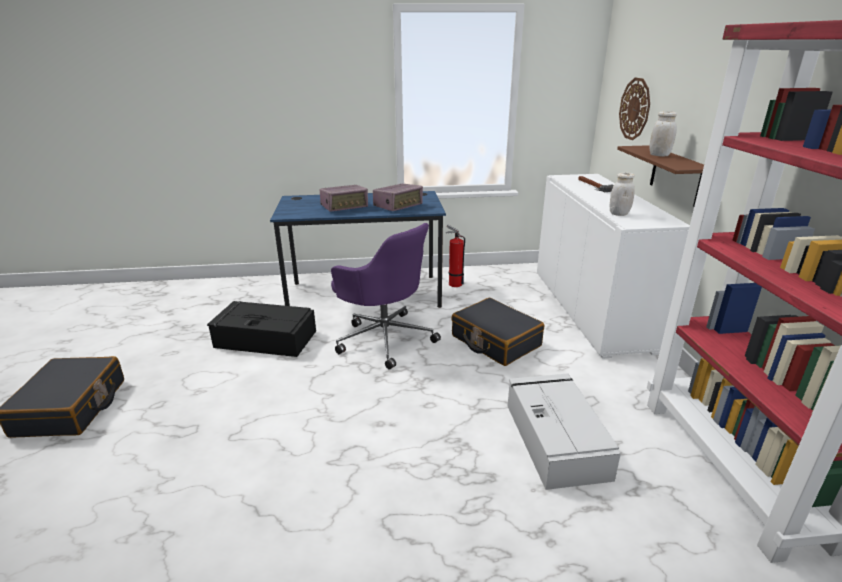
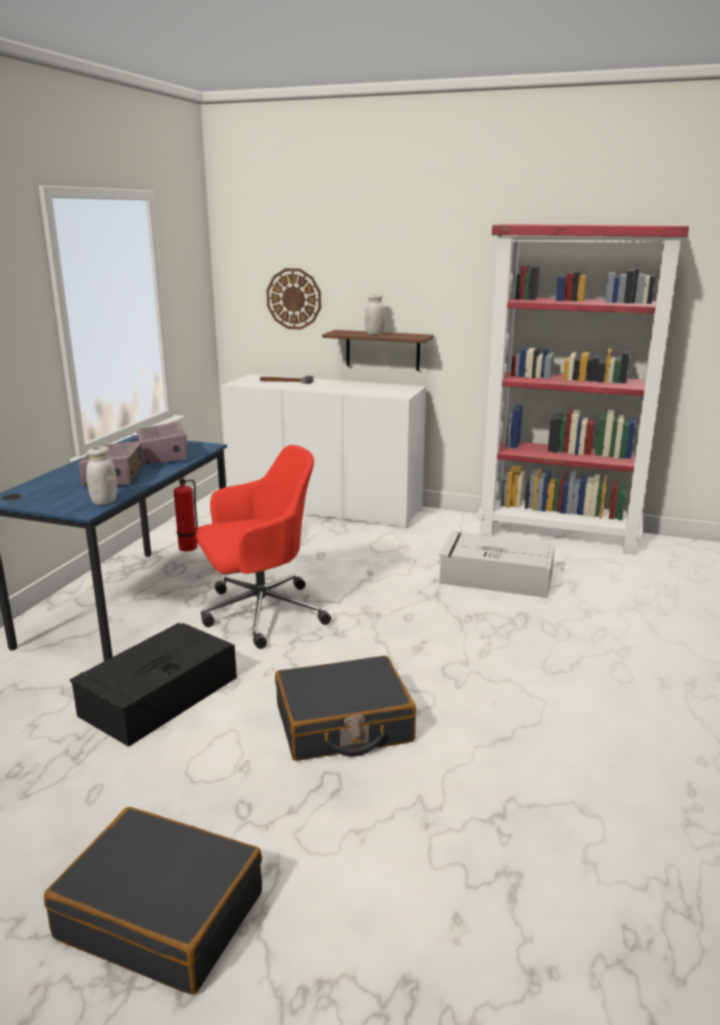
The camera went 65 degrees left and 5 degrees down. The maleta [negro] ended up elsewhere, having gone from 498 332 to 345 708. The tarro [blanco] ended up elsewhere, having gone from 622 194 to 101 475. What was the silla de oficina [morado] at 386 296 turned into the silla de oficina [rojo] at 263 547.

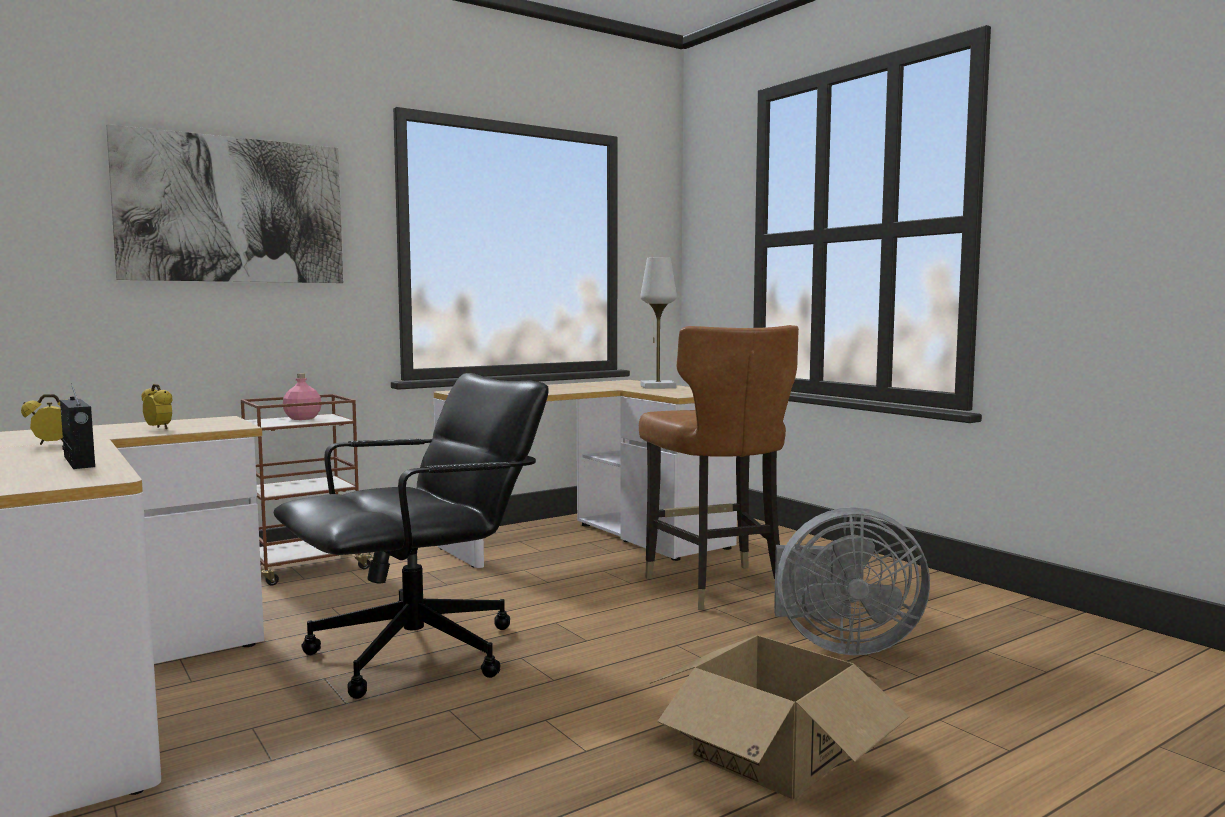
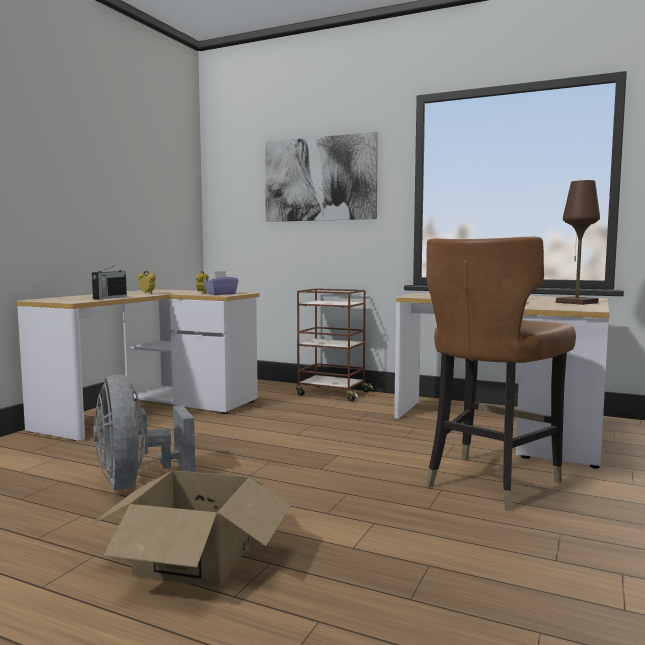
The camera went 60 degrees right and 0 degrees up. The second view lost the silla de oficina [negro] at 411 536. The second view lost the botella [rosa] at 302 396. The second view gained the caja de pañuelos [morado] at 221 283. The ventilador [gris] ended up elsewhere, having gone from 852 581 to 144 432. What was the lámpara de mesa [blanco] at 658 323 turned into the lámpara de mesa [marrón] at 578 242.

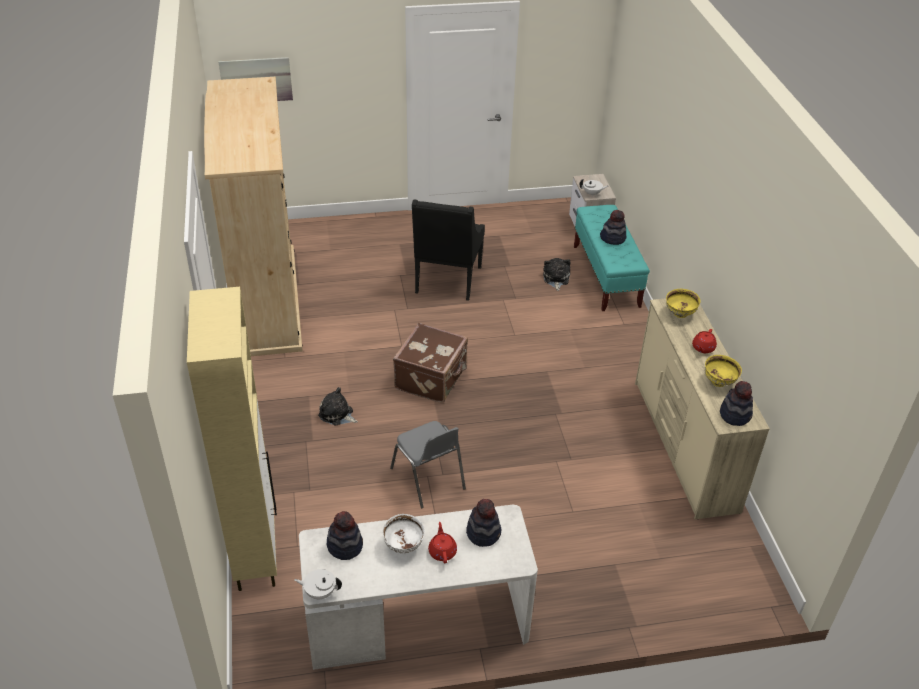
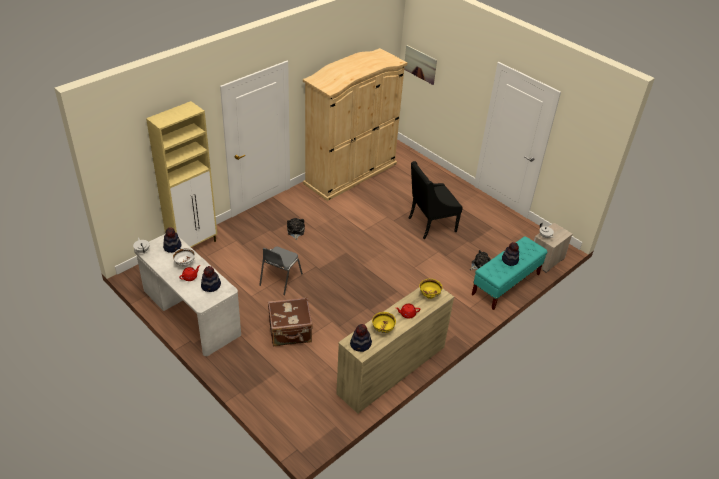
The camera went 55 degrees right and 0 degrees up. The maleta [marrón] ended up elsewhere, having gone from 430 363 to 290 321.

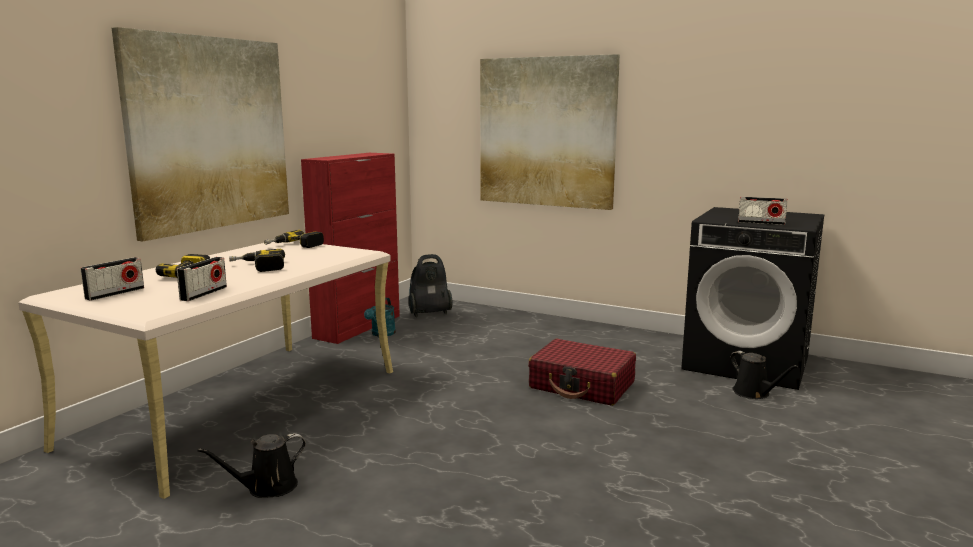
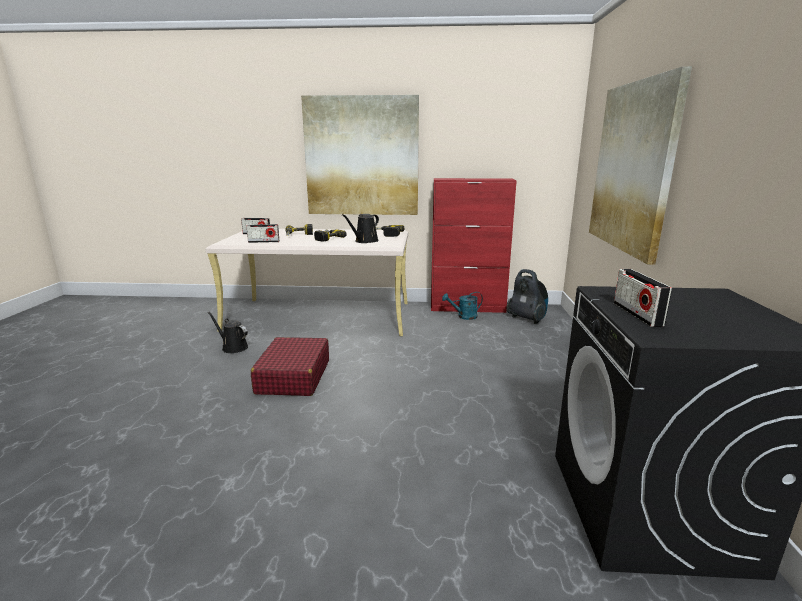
The camera went 65 degrees right and 5 degrees up. The maleta [rojo] ended up elsewhere, having gone from 582 372 to 290 366. The regadera [negro] ended up elsewhere, having gone from 764 375 to 360 228.

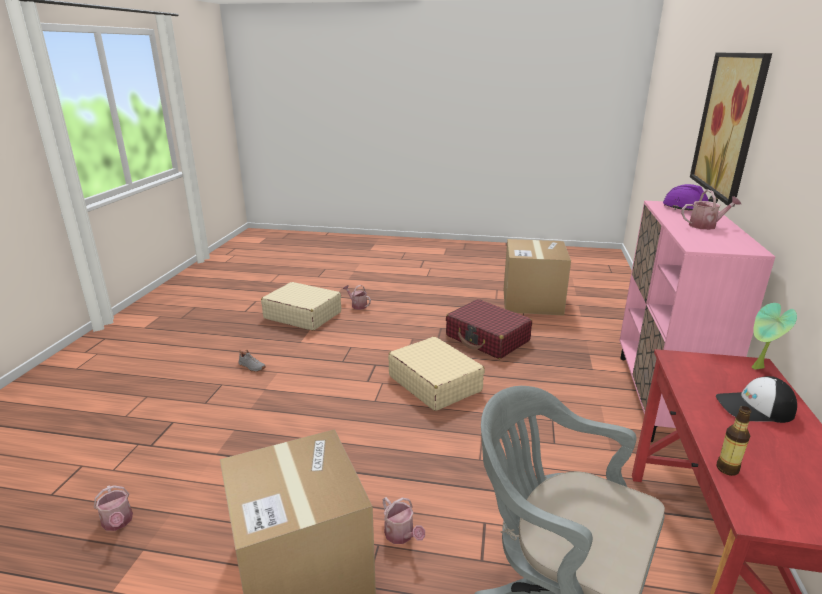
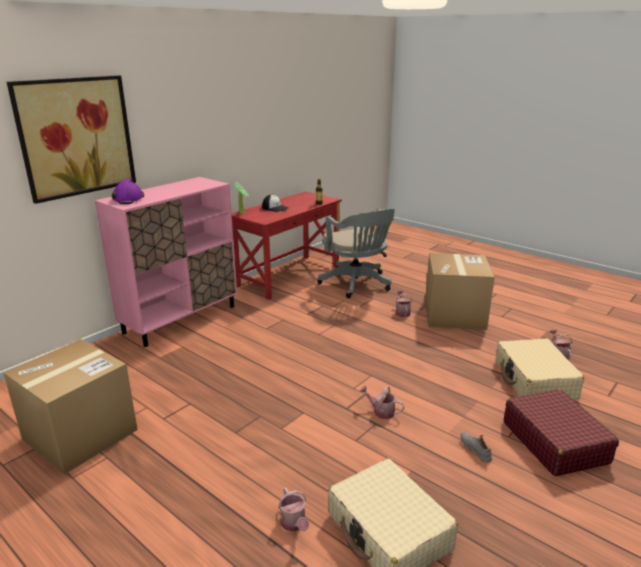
The camera went 150 degrees left and 0 degrees up. The maleta [beis] ended up elsewhere, having gone from 436 374 to 540 369. The maleta [rojo] ended up elsewhere, having gone from 489 329 to 561 432. The regadera ended up elsewhere, having gone from 711 209 to 382 402.

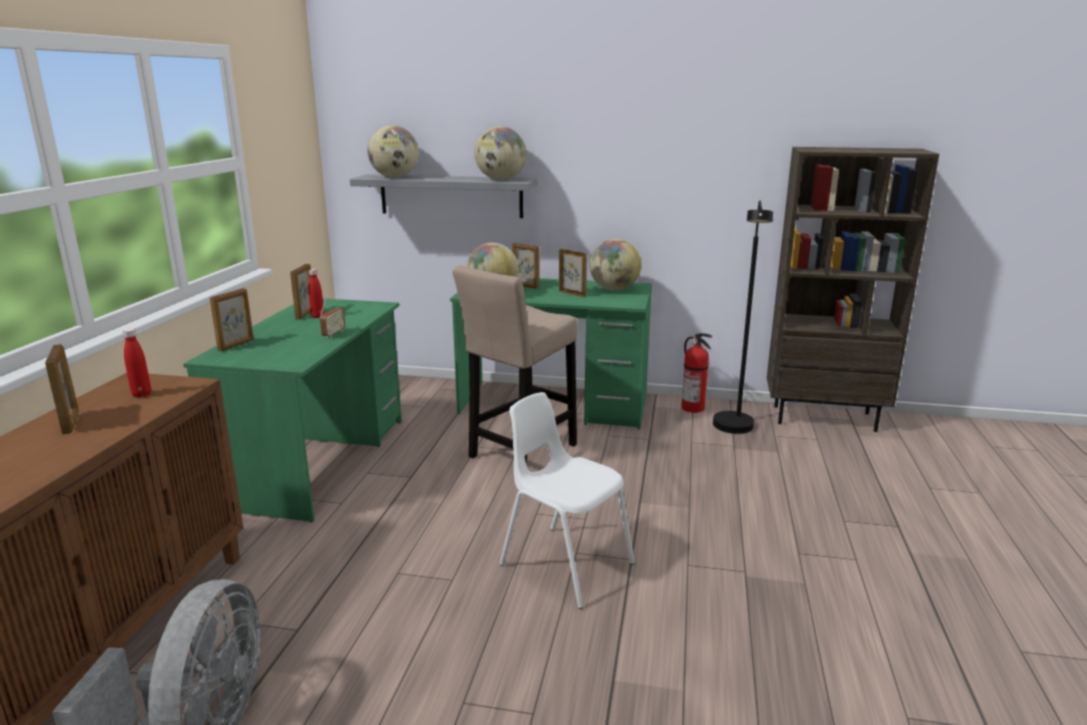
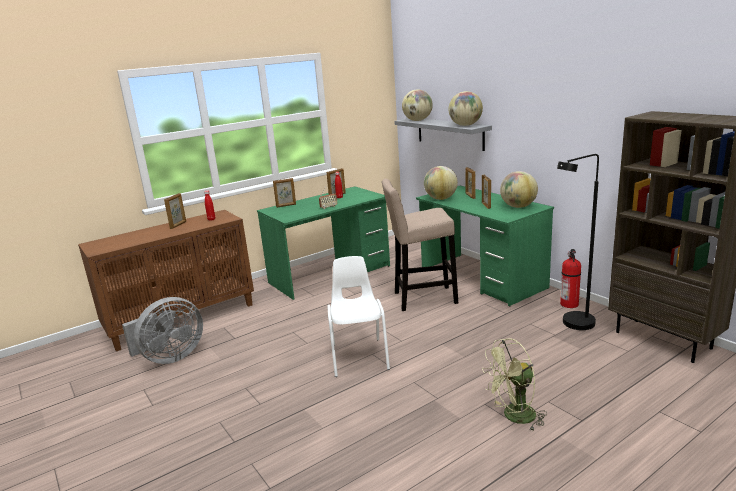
The camera went 45 degrees right and 0 degrees up. The second view gained the ventilador [verde] at 514 384.

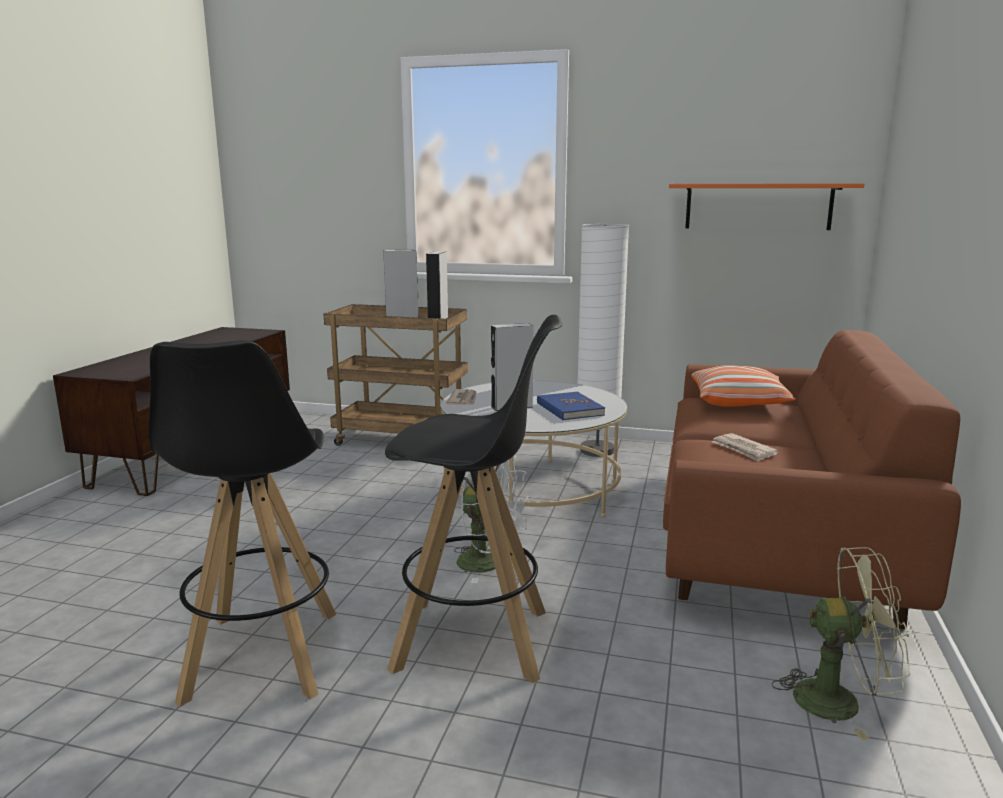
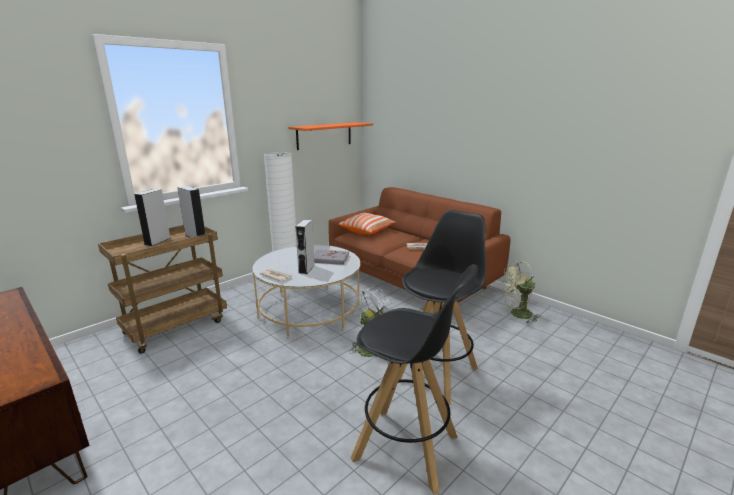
The camera went 60 degrees left and 5 degrees up. What was the libro [azul] at 571 406 turned into the libro [gris] at 331 257. The ventilador [verde] at 841 643 ended up facing another way, 135 degrees counterclockwise from before.

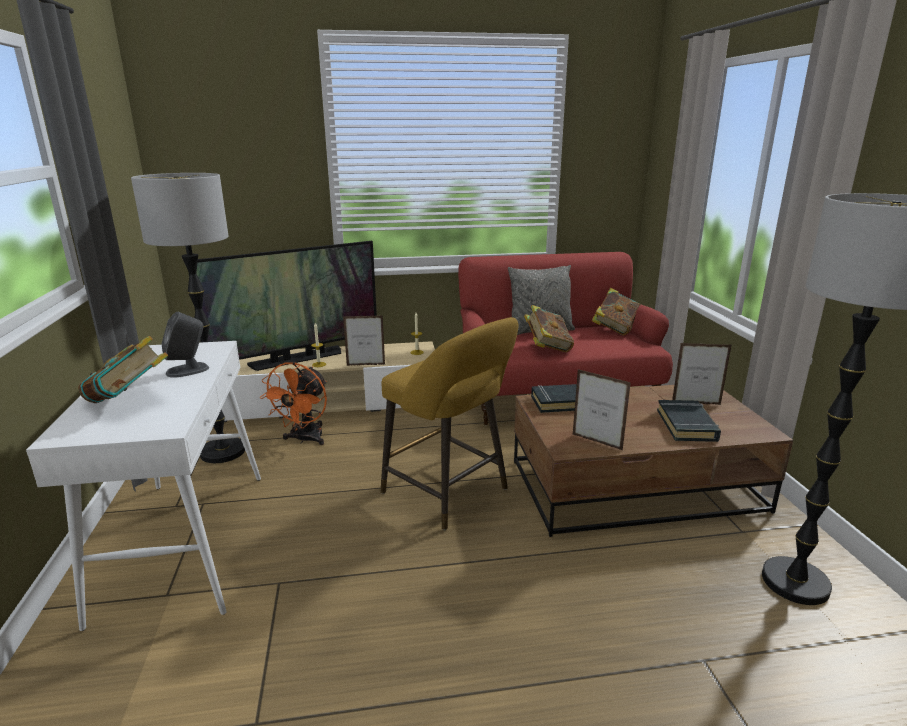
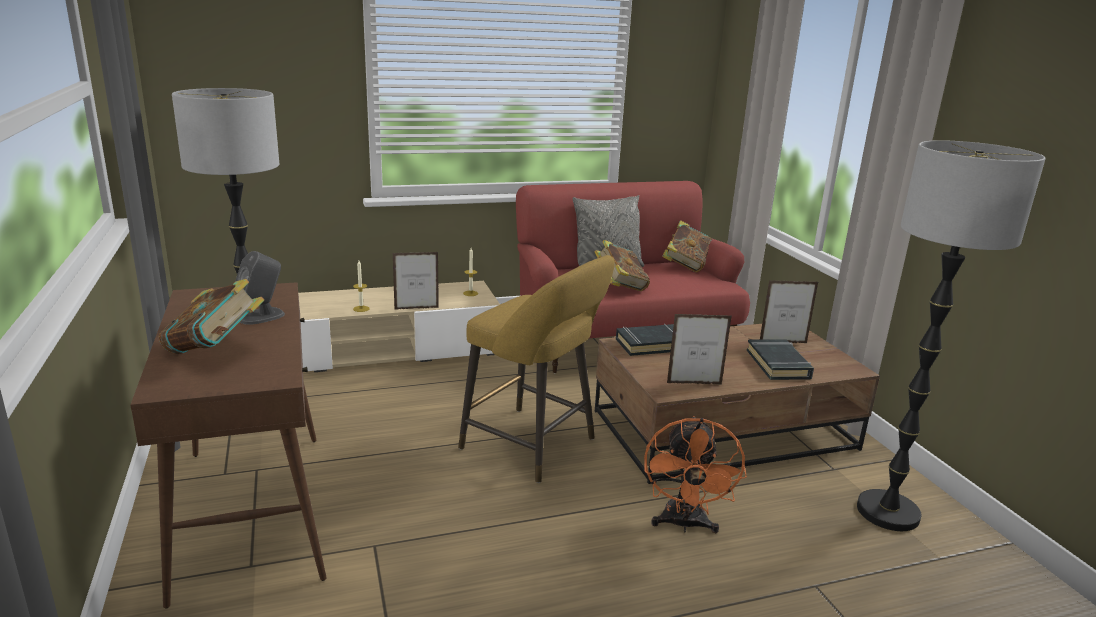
The camera went 10 degrees left and 0 degrees up. The second view lost the televisor at 282 306. The ventilador [naranja] ended up elsewhere, having gone from 293 403 to 695 474. What was the mesa consola [blanco] at 143 486 turned into the mesa consola [marrón] at 228 445. The portarretratos at 601 410 ended up facing another way, 150 degrees clockwise from before.

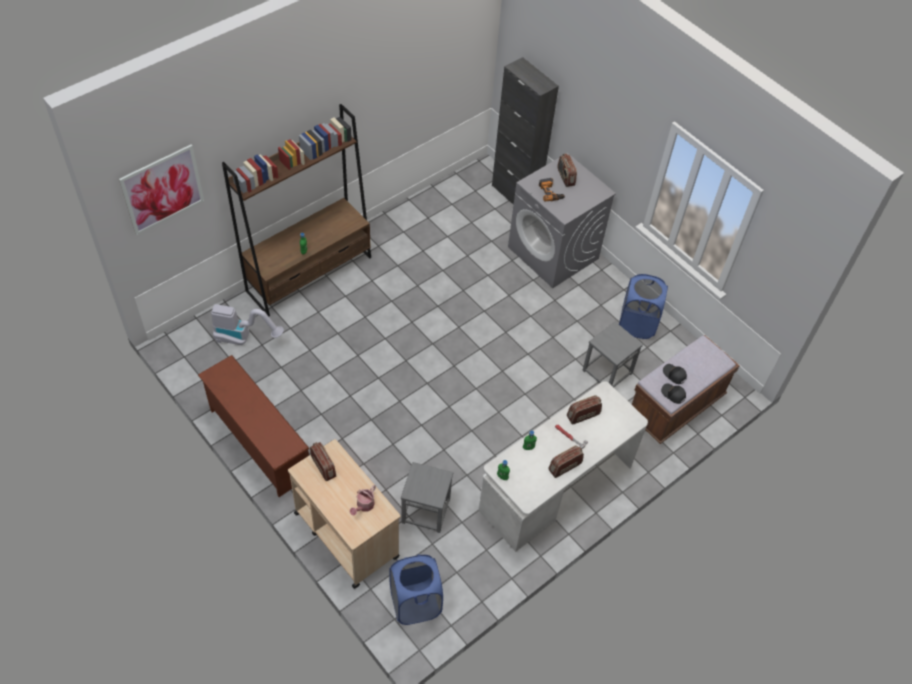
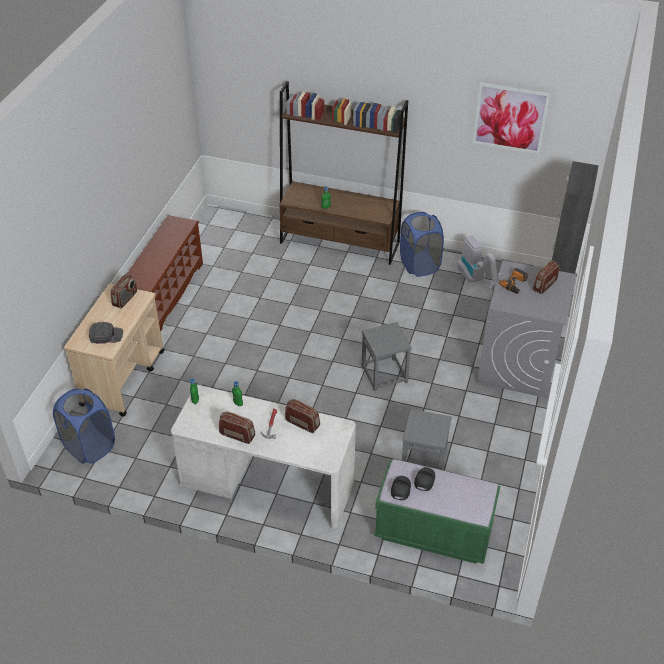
The camera went 60 degrees right and 10 degrees down. The cuadro ended up elsewhere, having gone from 161 189 to 511 118. The aspiradora ended up elsewhere, having gone from 247 324 to 477 262. The taburete [gris] ended up elsewhere, having gone from 427 497 to 387 356. The cesto de la ropa [azul] ended up elsewhere, having gone from 643 306 to 422 244. Where the regadera stood at 363 500, the gorra [negro] came to stand at 106 333. What was the banco [marrón] at 686 389 turned into the banco [verde] at 437 511.

